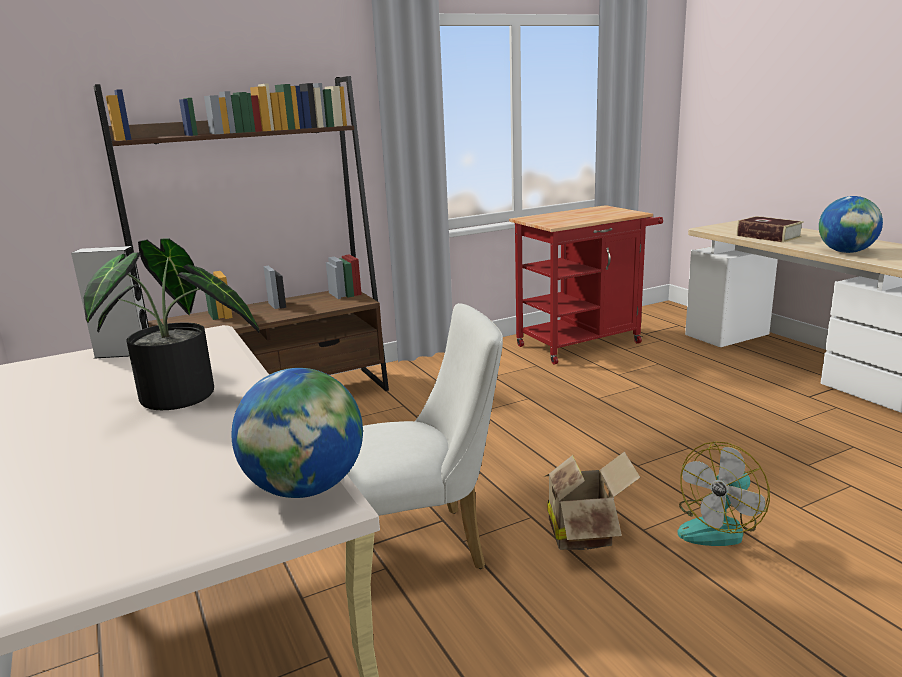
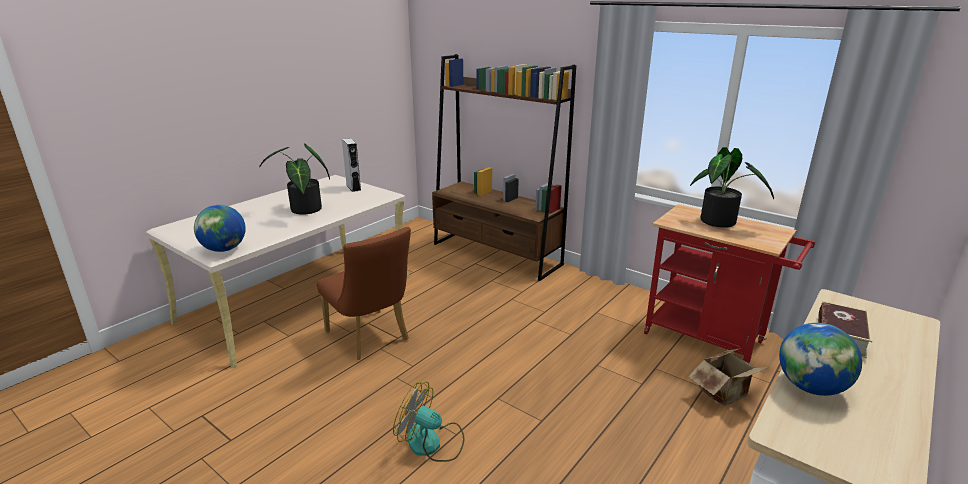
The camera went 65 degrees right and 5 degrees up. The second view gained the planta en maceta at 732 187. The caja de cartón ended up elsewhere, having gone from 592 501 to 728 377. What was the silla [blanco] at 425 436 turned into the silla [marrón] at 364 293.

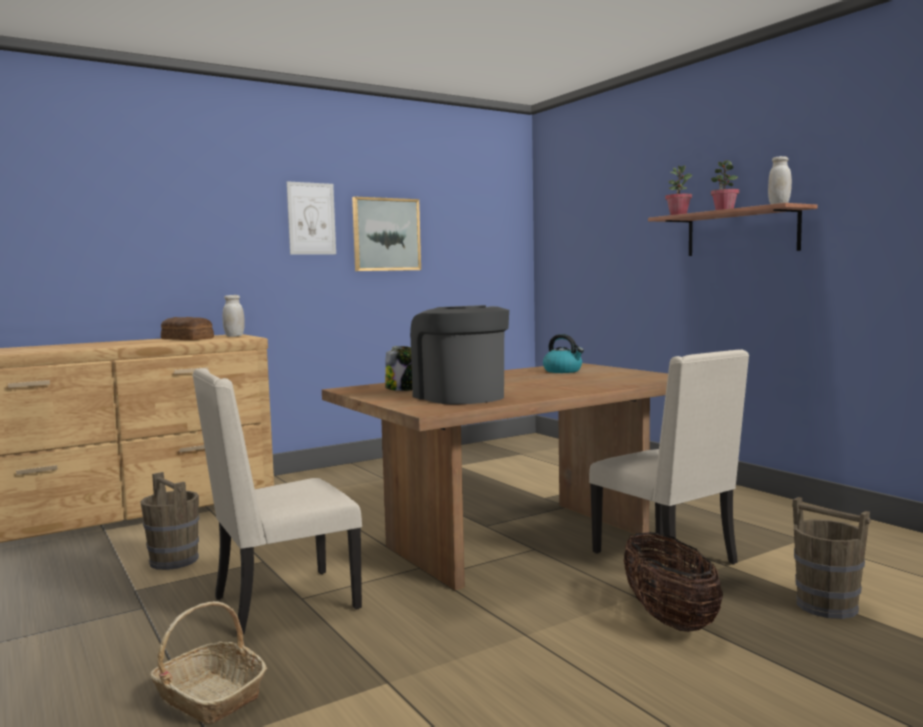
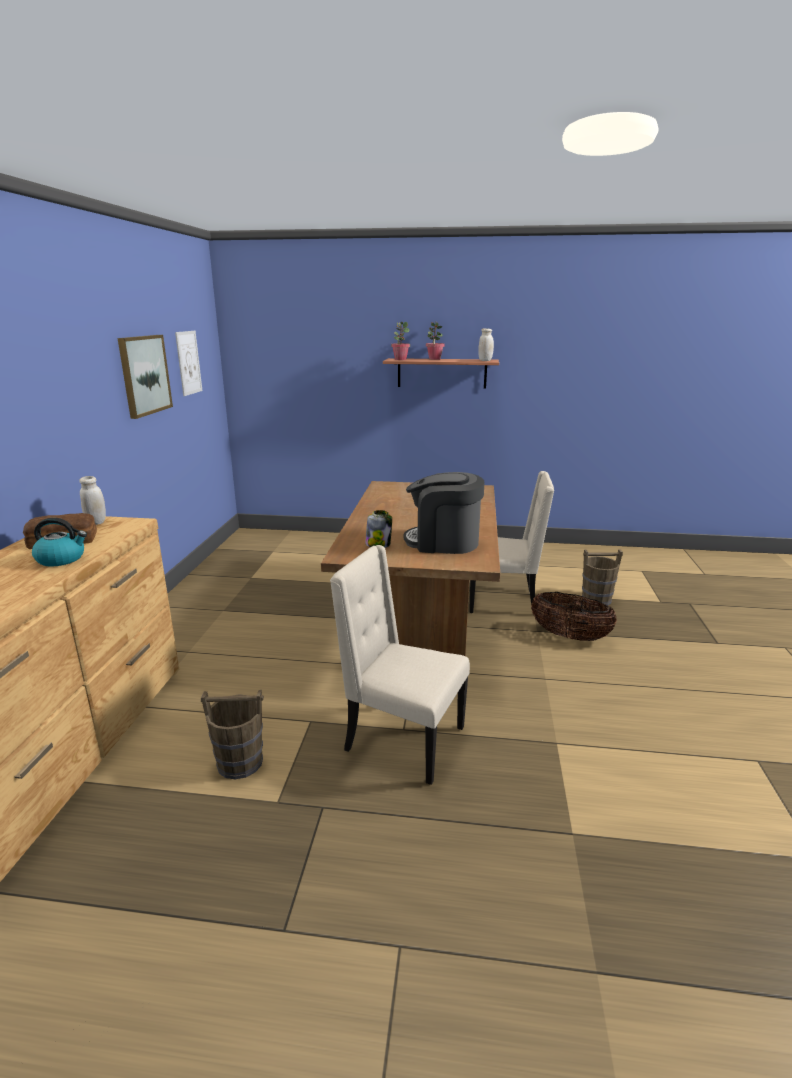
The camera went 50 degrees left and 15 degrees up. The second view lost the cesta at 208 662. The cuadro ended up elsewhere, having gone from 311 218 to 189 363. The hervidor ended up elsewhere, having gone from 563 353 to 59 542. The silla [beis] at 277 501 ended up facing another way, 105 degrees clockwise from before.

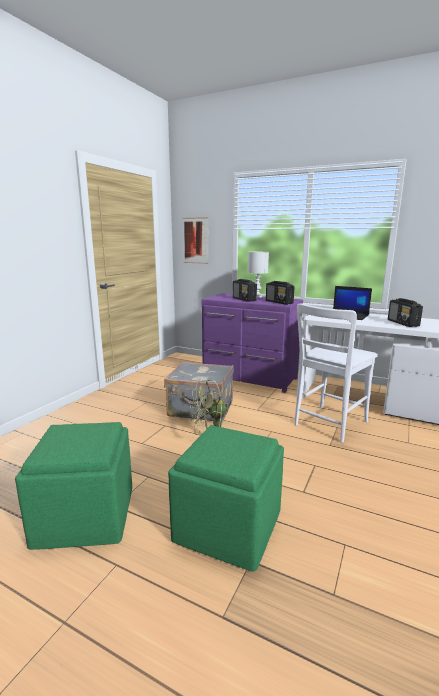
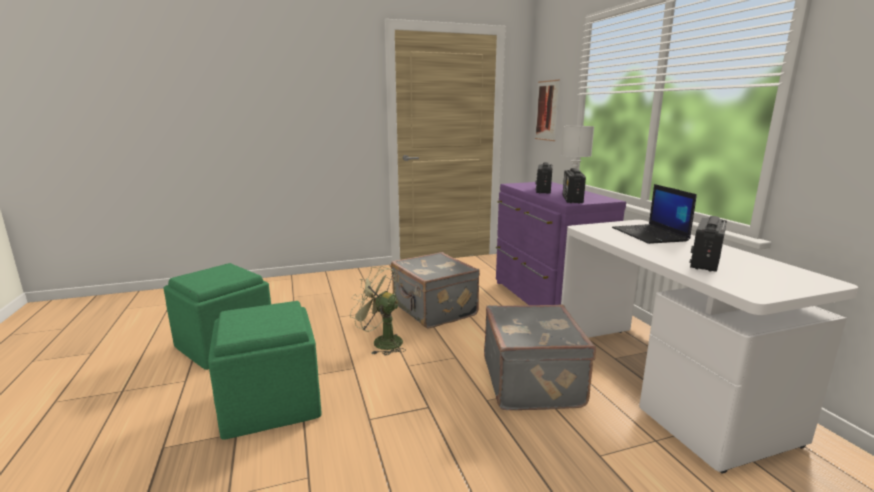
The camera went 45 degrees right and 0 degrees up. Where the silla [blanco] stood at 336 373, the maleta [gris] came to stand at 540 357.

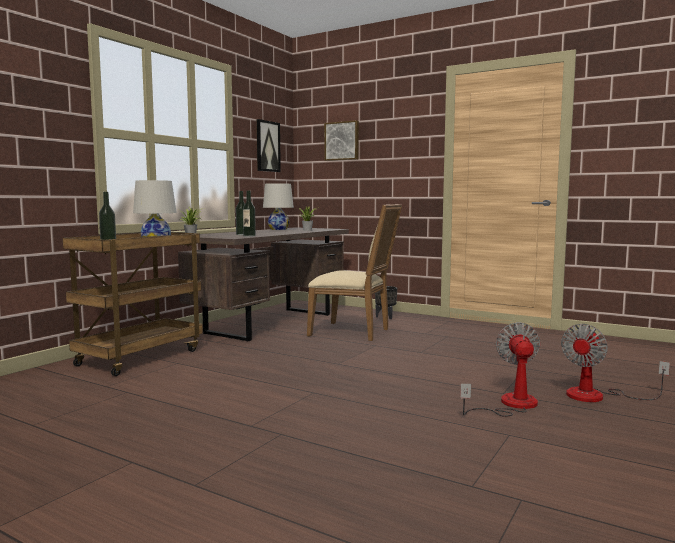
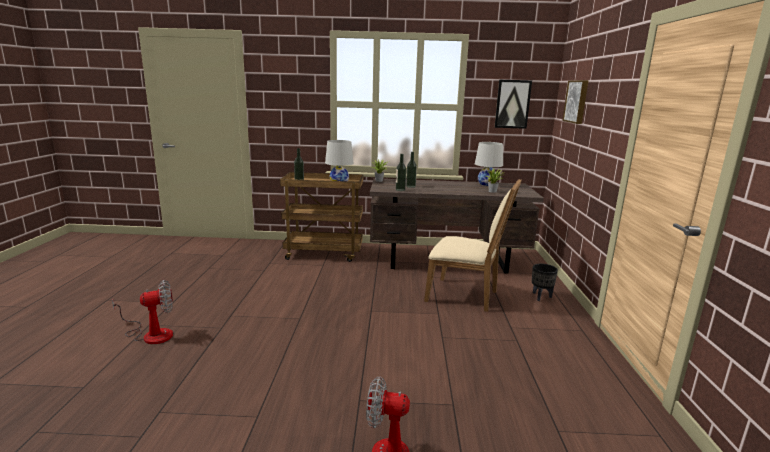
The camera went 60 degrees right and 10 degrees up. The ventilador ended up elsewhere, having gone from 500 369 to 142 312. The silla [beis] at 354 272 ended up facing another way, 60 degrees counterclockwise from before.

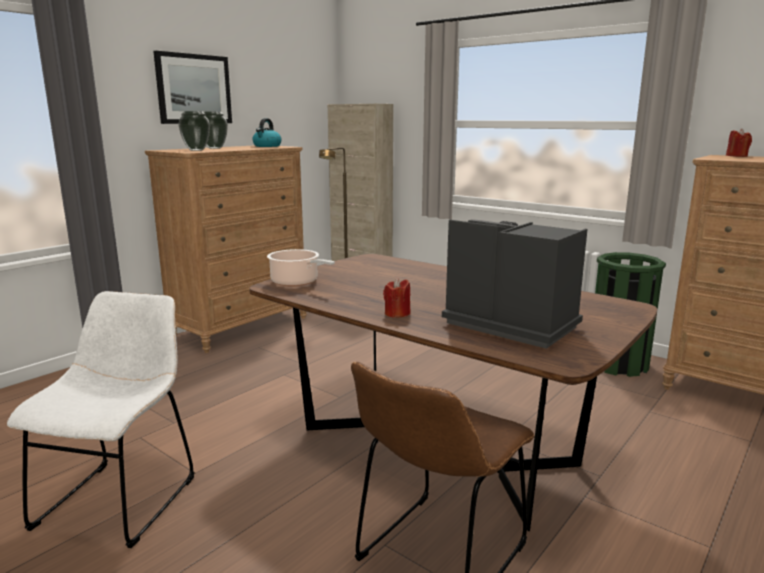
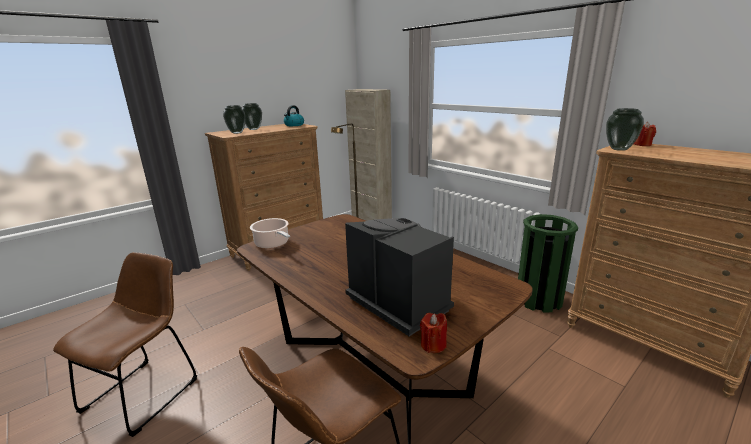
The camera went 10 degrees right and 5 degrees up. The second view lost the cuadro at 192 87. The second view gained the florero at 625 129. The vela [rojo] ended up elsewhere, having gone from 396 298 to 433 333. What was the silla [blanco] at 100 419 turned into the silla [marrón] at 125 344.

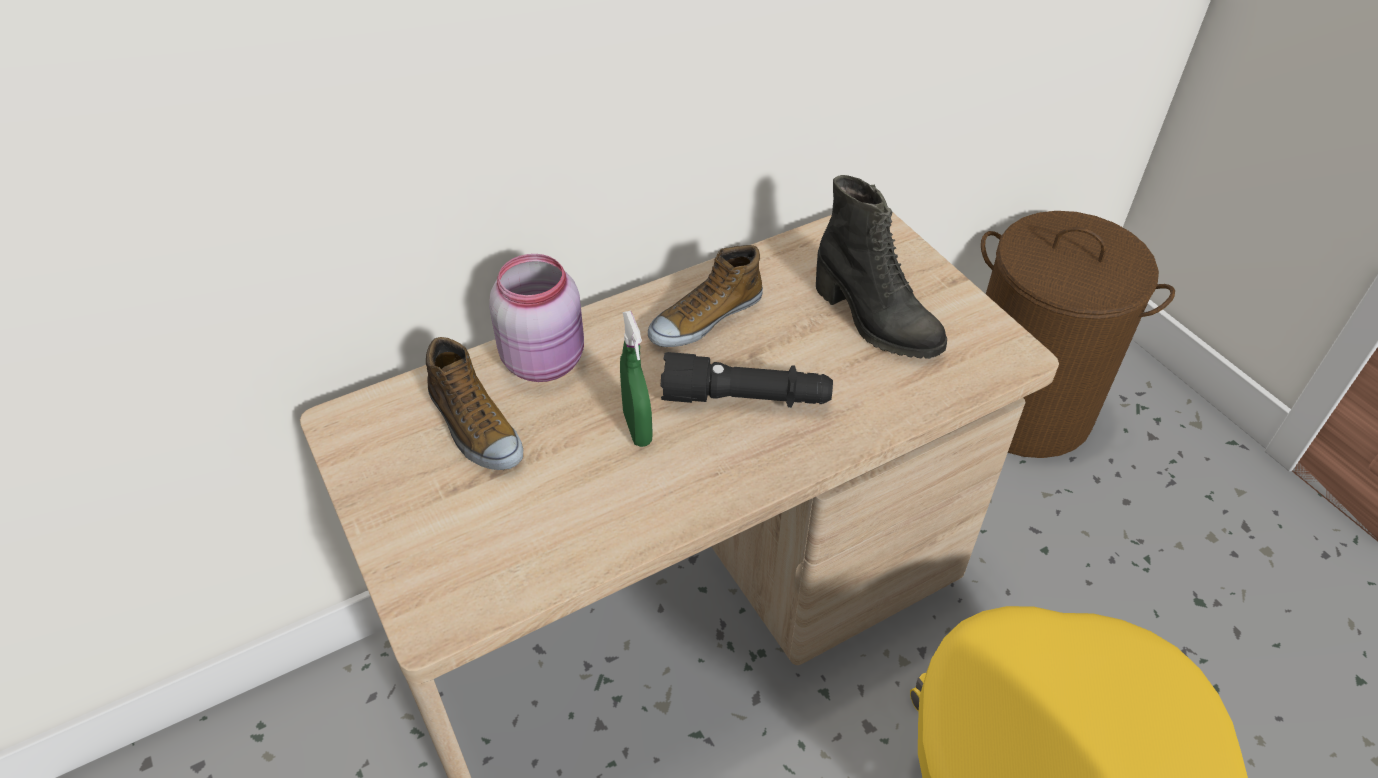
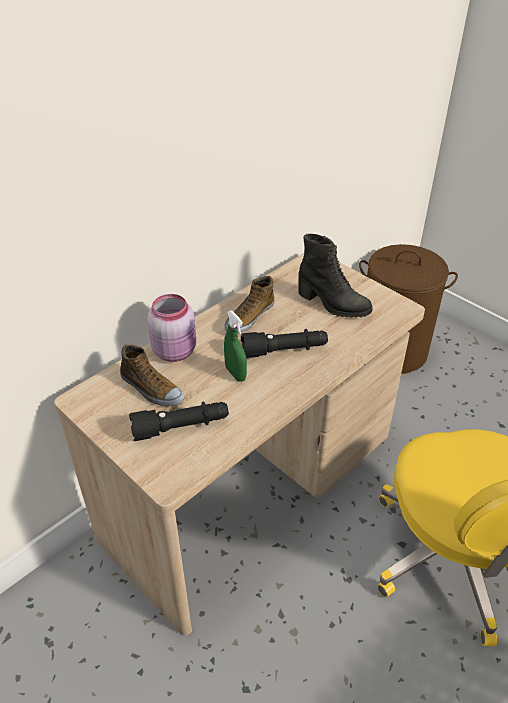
The camera went 15 degrees left and 5 degrees down. The second view gained the linterna [negro] at 179 421.

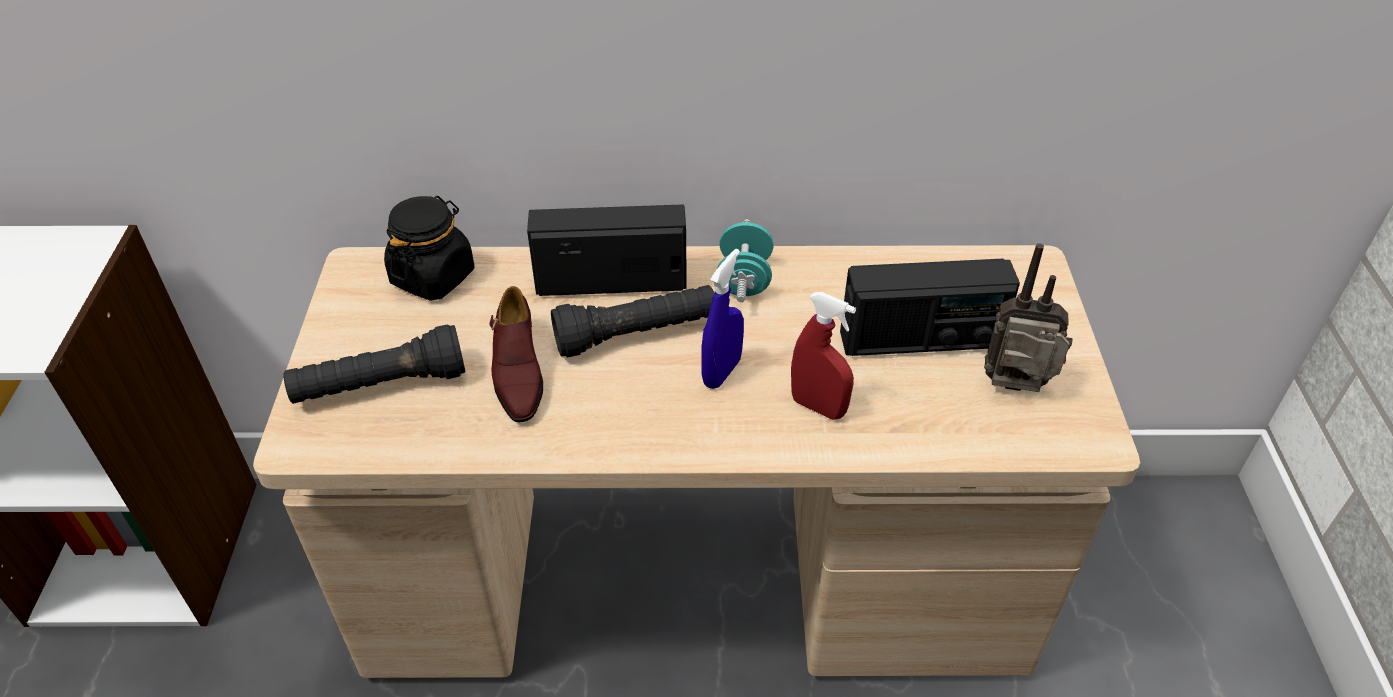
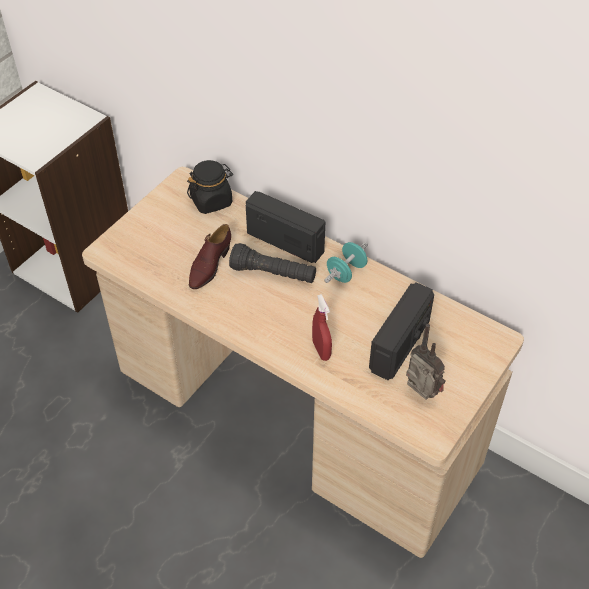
The camera went 35 degrees right and 5 degrees up. The second view lost the linterna [negro] at 374 364. The second view lost the pulverizador [azul] at 722 319. The radio at 930 307 ended up facing another way, 90 degrees counterclockwise from before.

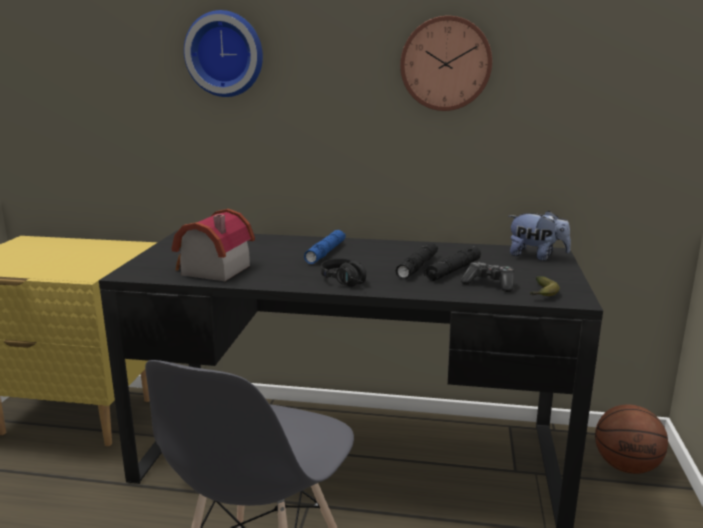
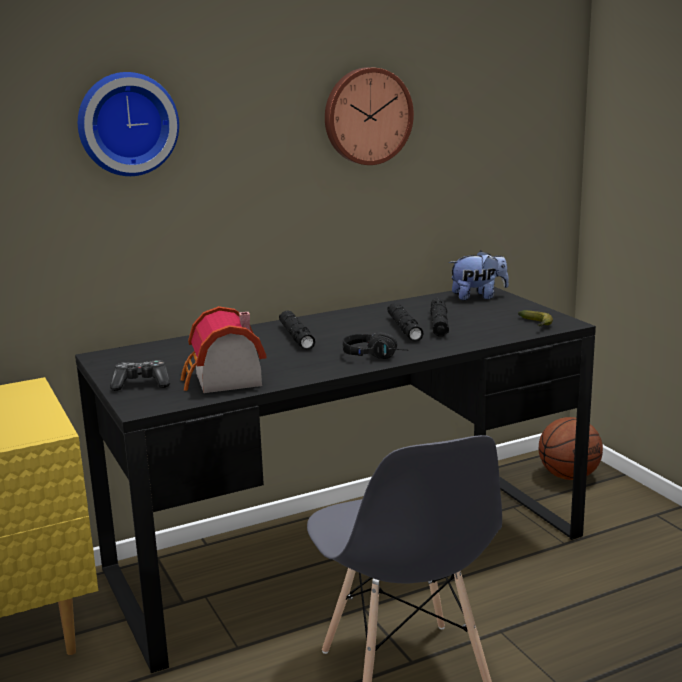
The camera went 35 degrees left and 0 degrees up. The mando de consola ended up elsewhere, having gone from 487 277 to 140 375. What was the linterna [azul] at 325 247 turned into the linterna [negro] at 297 330.

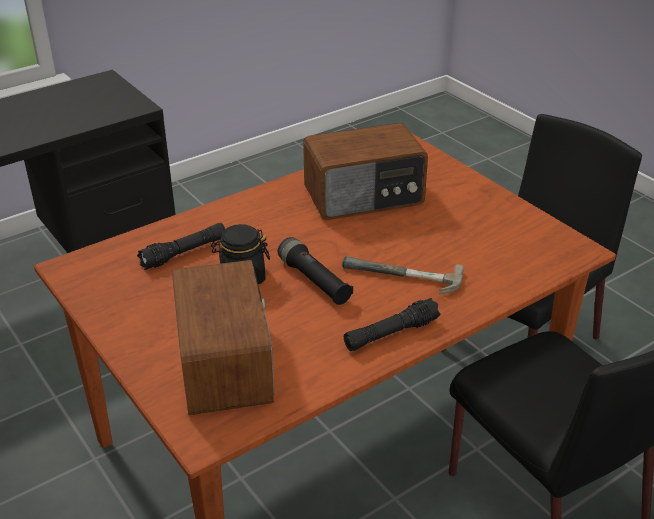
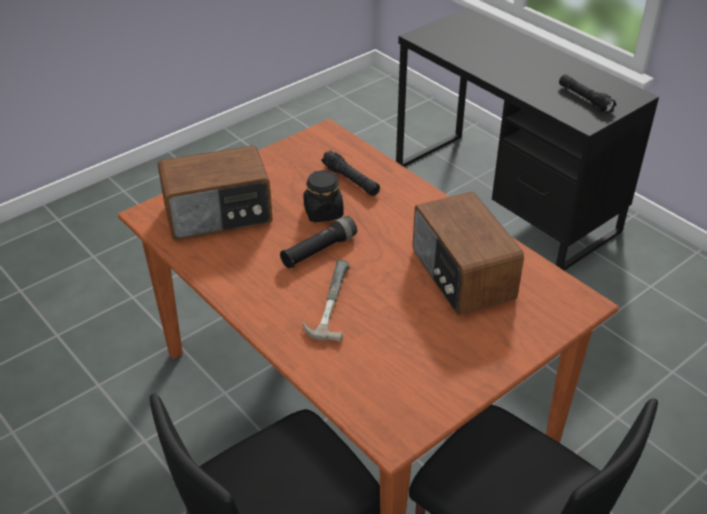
The camera went 85 degrees right and 5 degrees up. The linterna [negro] ended up elsewhere, having gone from 392 324 to 588 93.

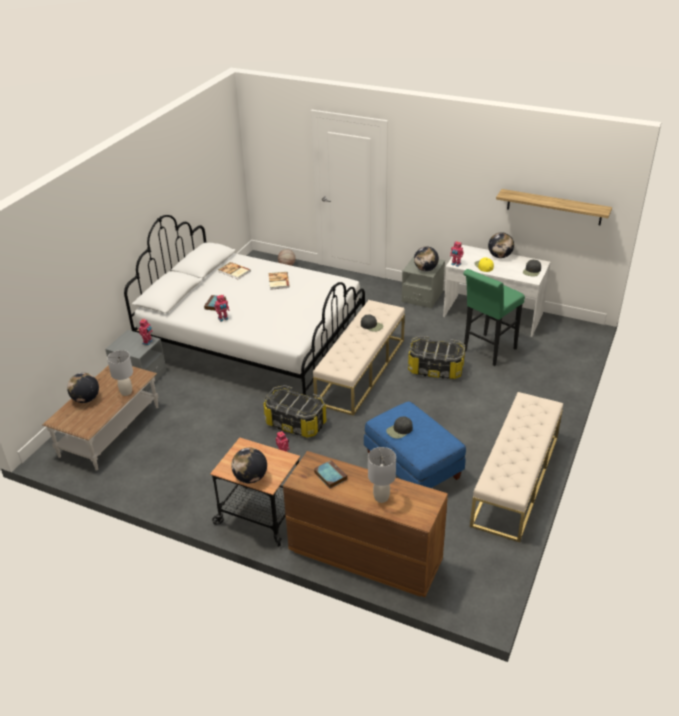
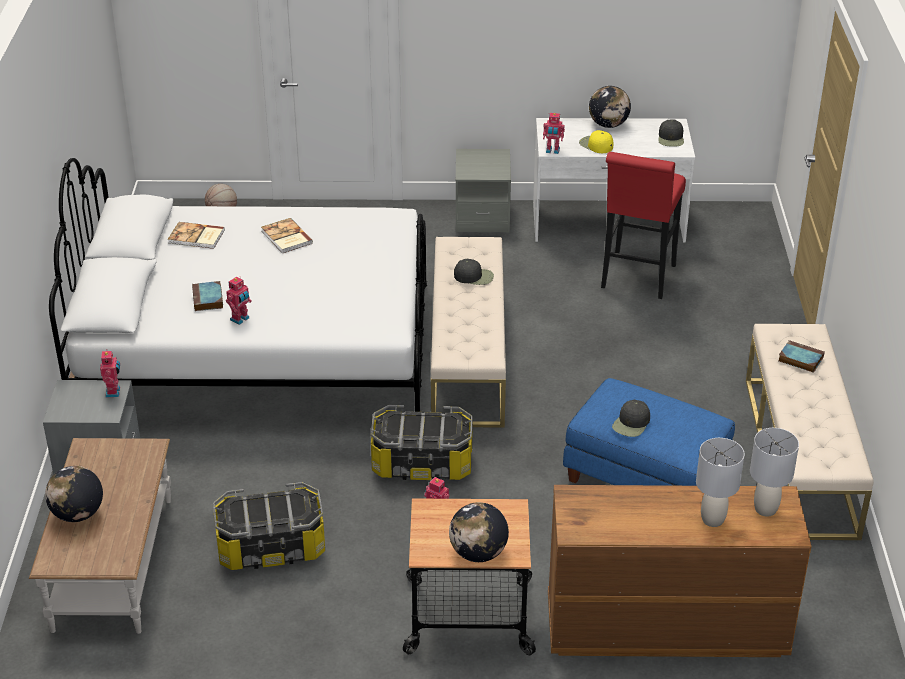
The camera went 25 degrees left and 0 degrees up. The second view lost the globo terráqueo at 426 258. The second view lost the estante at 554 207. The lámpara de mesa [gris] ended up elsewhere, having gone from 120 373 to 774 472. The libro ended up elsewhere, having gone from 330 474 to 801 356. The caja de almacenaje ended up elsewhere, having gone from 436 357 to 269 526. What was the taburete [verde] at 494 317 turned into the taburete [rojo] at 643 225.

